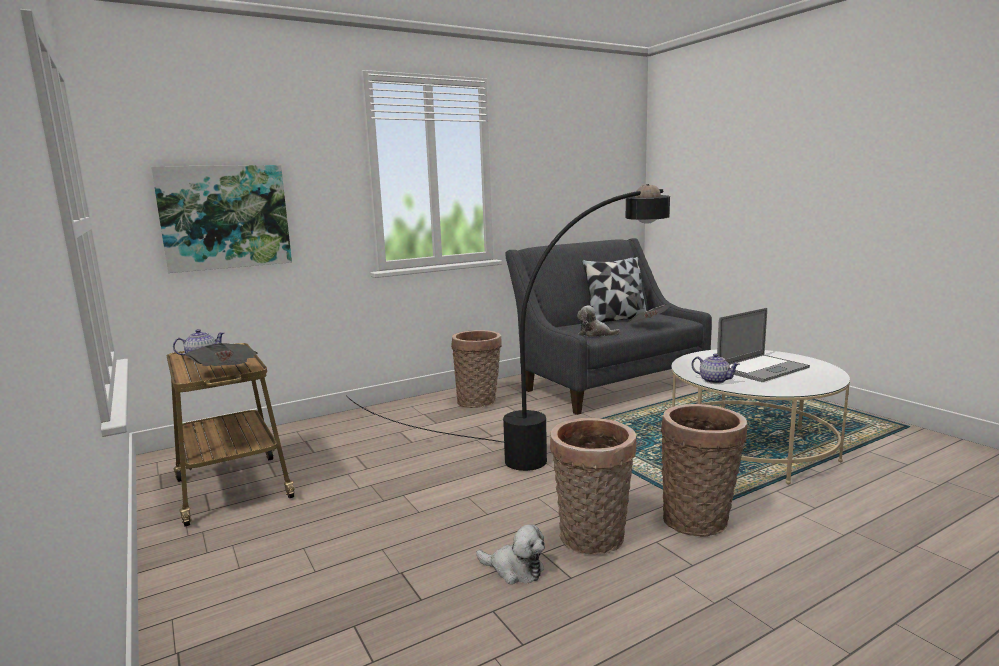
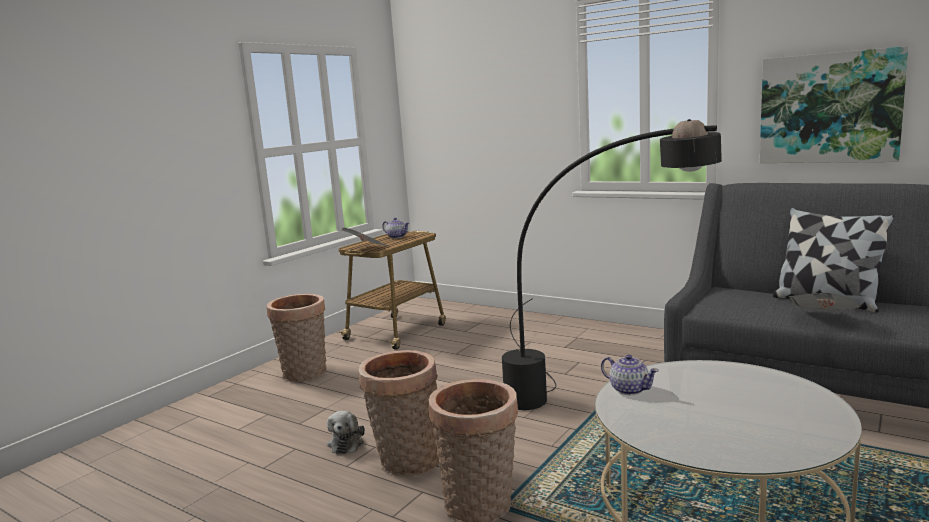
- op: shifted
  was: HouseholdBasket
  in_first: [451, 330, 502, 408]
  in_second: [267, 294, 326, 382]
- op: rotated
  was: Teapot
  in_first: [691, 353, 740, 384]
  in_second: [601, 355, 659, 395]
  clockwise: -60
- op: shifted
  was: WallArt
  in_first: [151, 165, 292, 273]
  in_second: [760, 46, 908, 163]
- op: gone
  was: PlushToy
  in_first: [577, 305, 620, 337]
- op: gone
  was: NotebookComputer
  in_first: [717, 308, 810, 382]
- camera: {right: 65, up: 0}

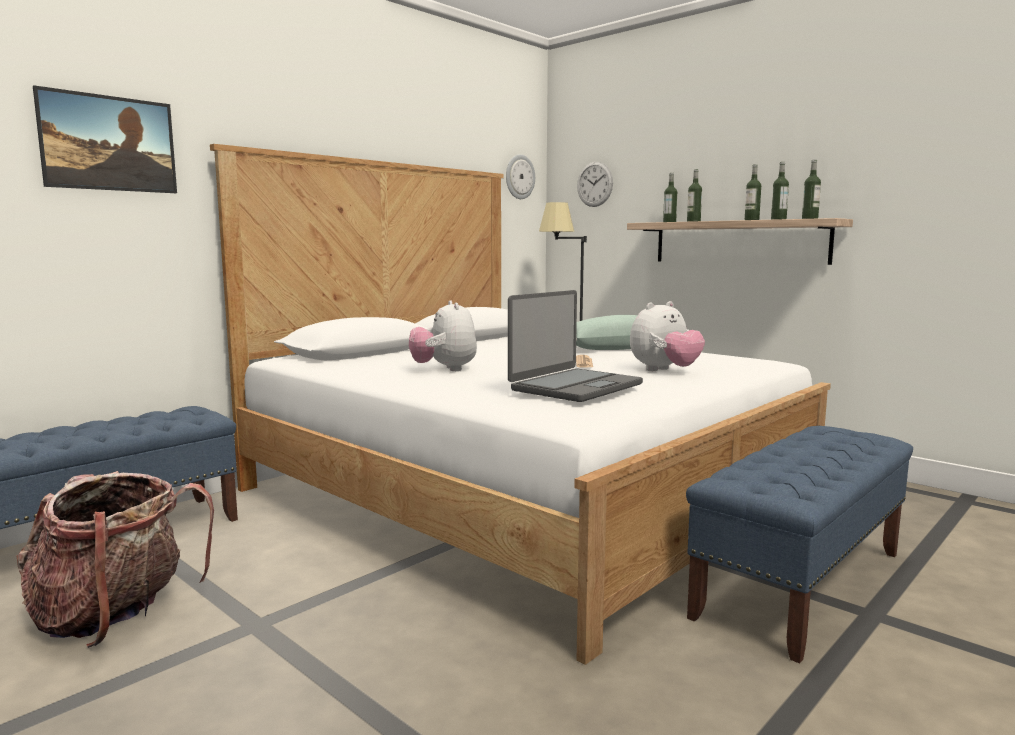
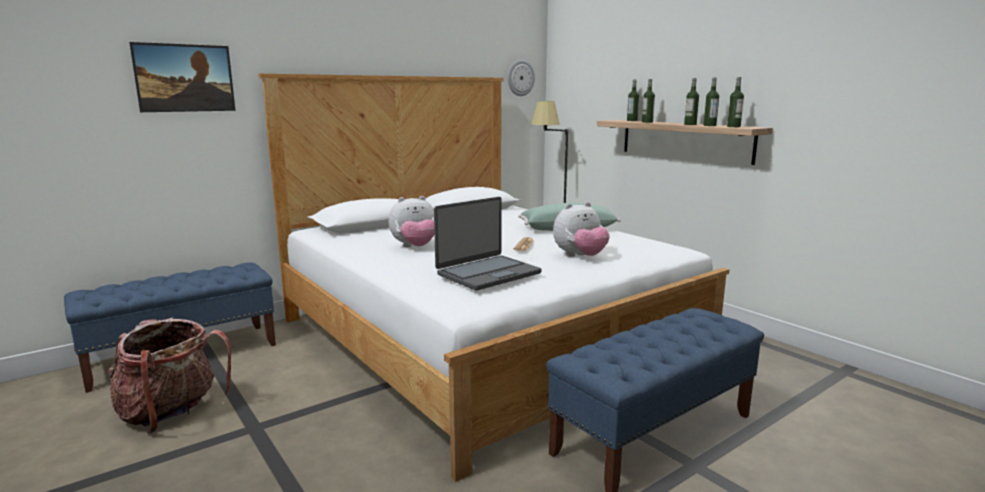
- op: rotated
  was: PlushToy
  in_first: [409, 300, 477, 371]
  in_second: [389, 196, 435, 247]
  clockwise: -105
- op: gone
  was: ClockOnTheWall
  in_first: [577, 162, 613, 207]
- camera: {right: 10, up: 5}

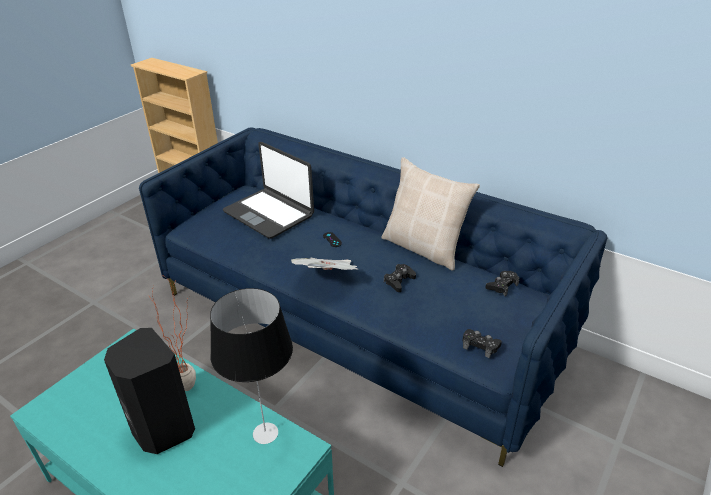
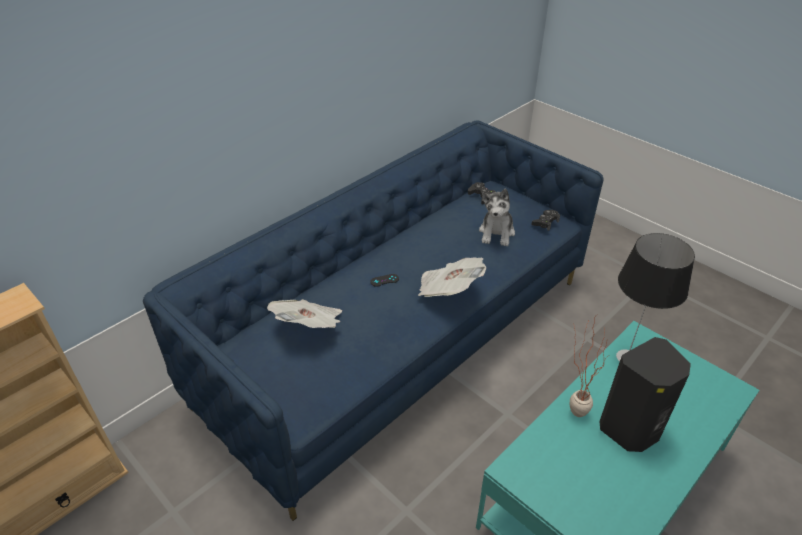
- op: swapped
  was: NotebookComputer
  now: DailyPaper
  in_first: [222, 142, 314, 239]
  in_second: [267, 299, 342, 328]
- op: new
  now: PlushToy
  in_second: [479, 189, 515, 246]
- op: gone
  was: BeigeColouredThrowPillow
  in_first: [381, 157, 480, 271]
- op: gone
  was: BlackColouredJoypad
  in_first: [384, 264, 416, 292]
- camera: {right: -80, up: 5}

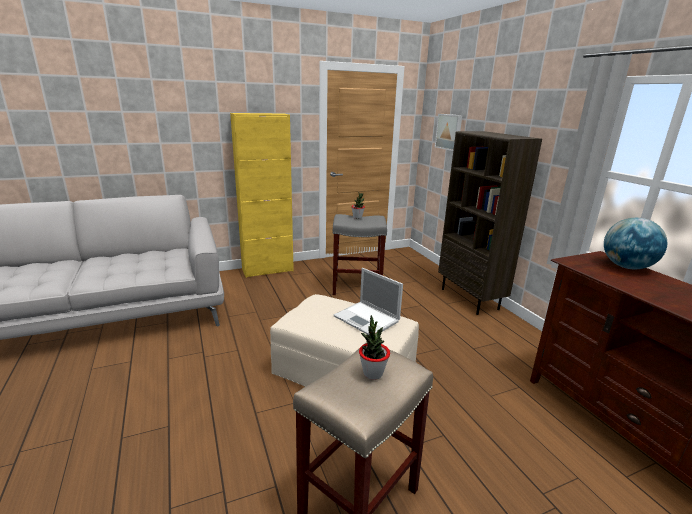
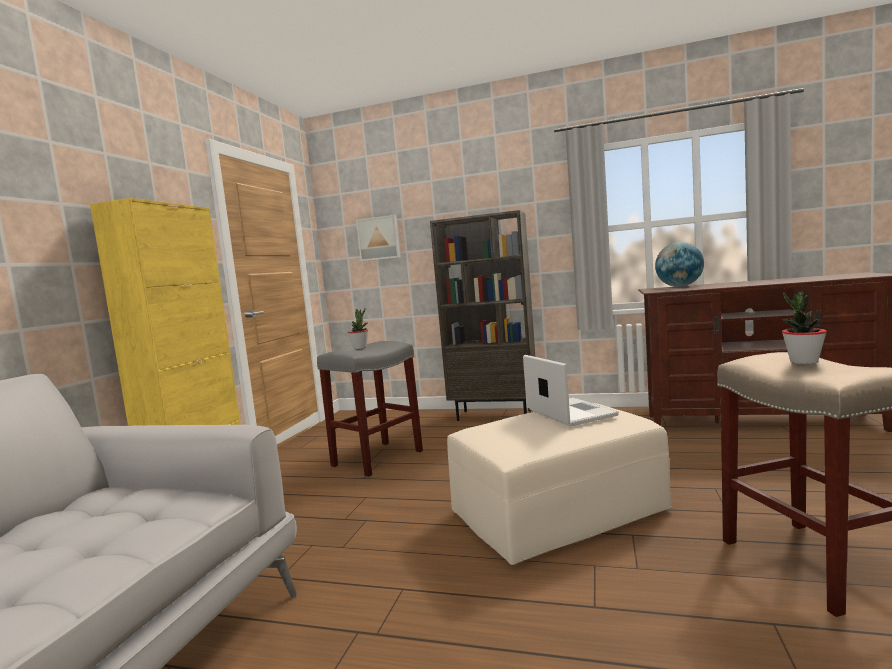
- op: rotated
  was: NotebookComputer
  in_first: [334, 268, 403, 335]
  in_second: [523, 355, 619, 427]
  clockwise: -105
- camera: {right: -50, up: -15}

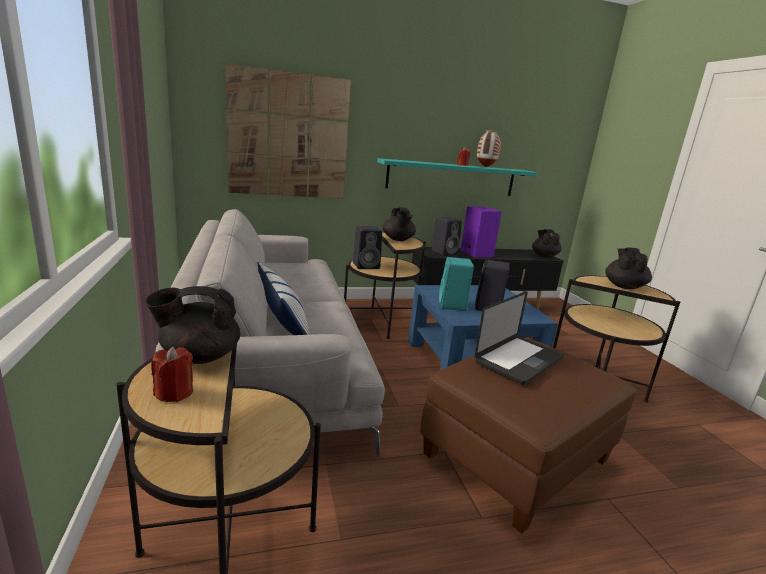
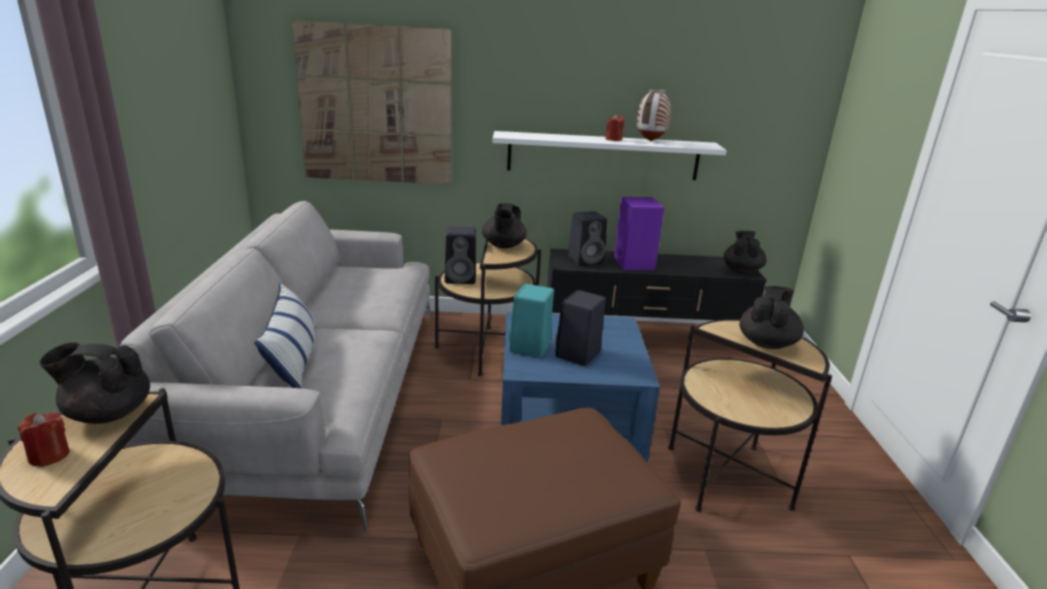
- op: repainted
  was: TurquoiseColouredWallShelf
  now: WhiteWallShelf
  in_first: [377, 158, 537, 196]
  in_second: [493, 131, 727, 180]
- op: gone
  was: NotebookComputer
  in_first: [474, 291, 564, 385]
- camera: {right: 15, up: 5}

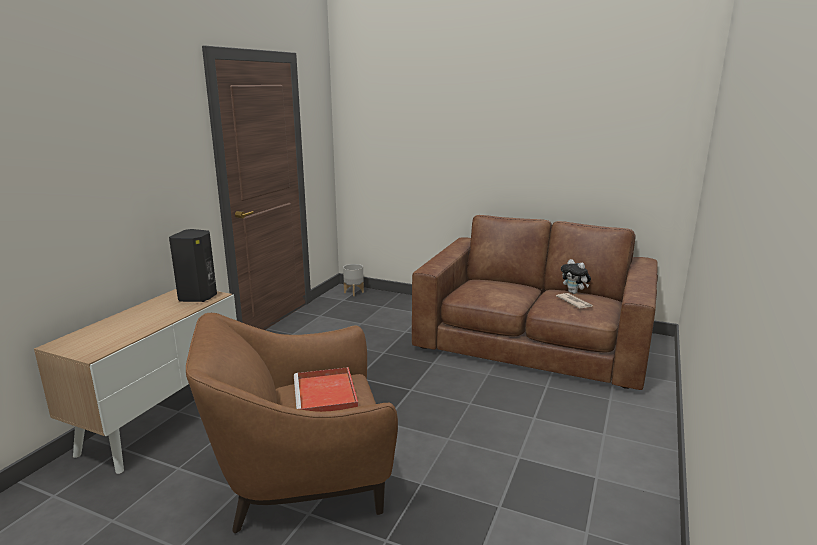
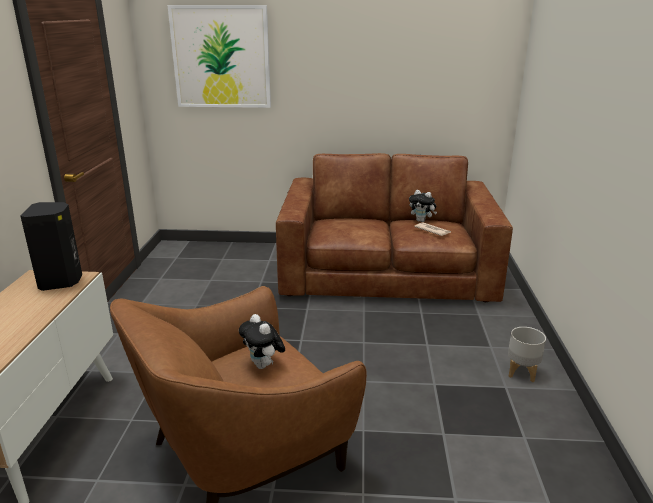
- op: new
  now: WallArt
  in_second: [168, 5, 271, 108]
- op: swapped
  was: RedCarryingTray
  now: PlushToy
  in_first: [294, 367, 358, 412]
  in_second: [239, 314, 285, 369]
- op: shifted
  was: GrayPlanter
  in_first: [343, 264, 364, 296]
  in_second: [508, 327, 546, 382]
- camera: {right: -20, up: 5}

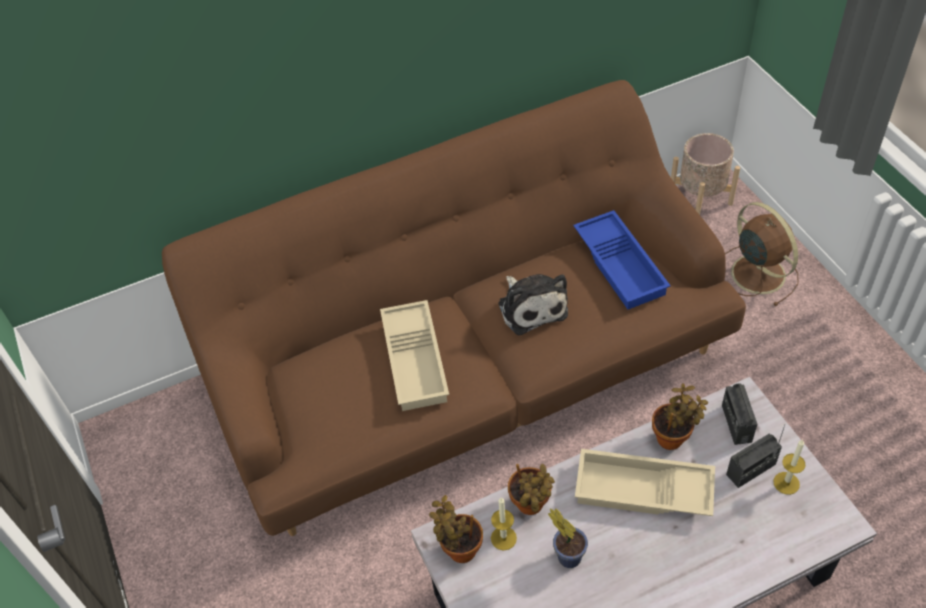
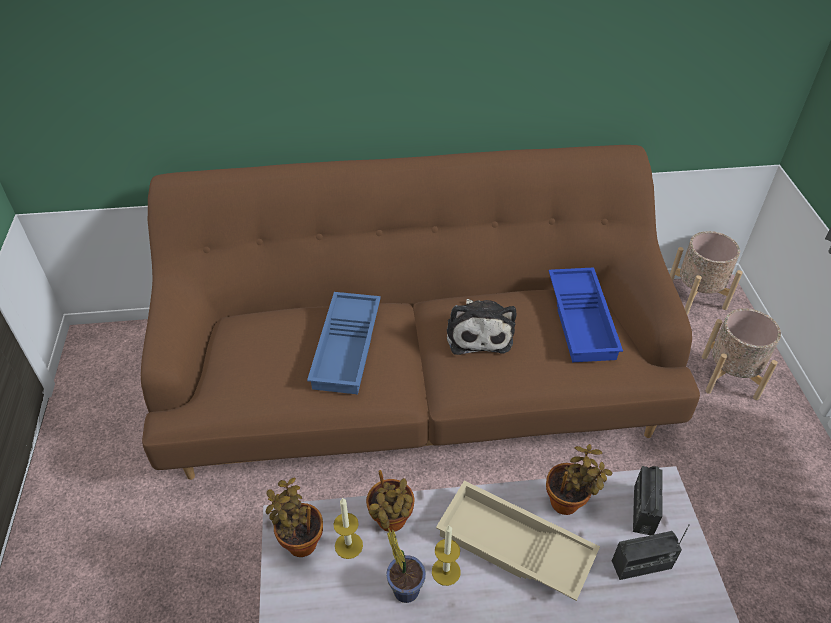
- op: repainted
  was: BeigeColouredCarryingTray
  now: BluishCarryingTray
  in_first: [380, 300, 449, 411]
  in_second: [307, 292, 381, 394]
- op: shifted
  was: WaxCandle
  in_first: [774, 440, 805, 495]
  in_second: [432, 525, 460, 586]
- op: swapped
  was: BrownColouredCoolingFan
  now: BeigeColouredPlanter
  in_first: [725, 202, 799, 306]
  in_second: [702, 308, 781, 400]
- camera: {right: 15, up: -5}

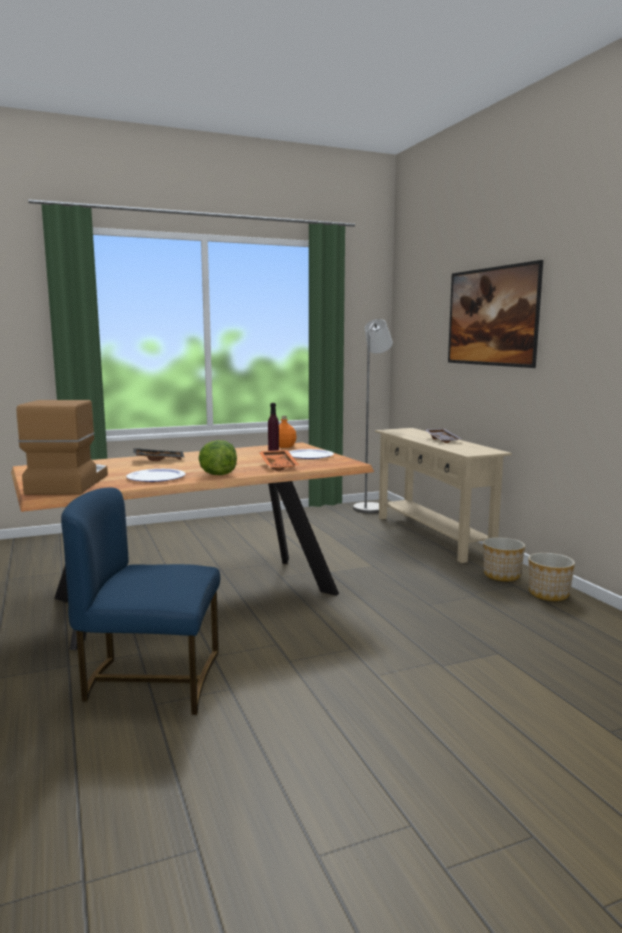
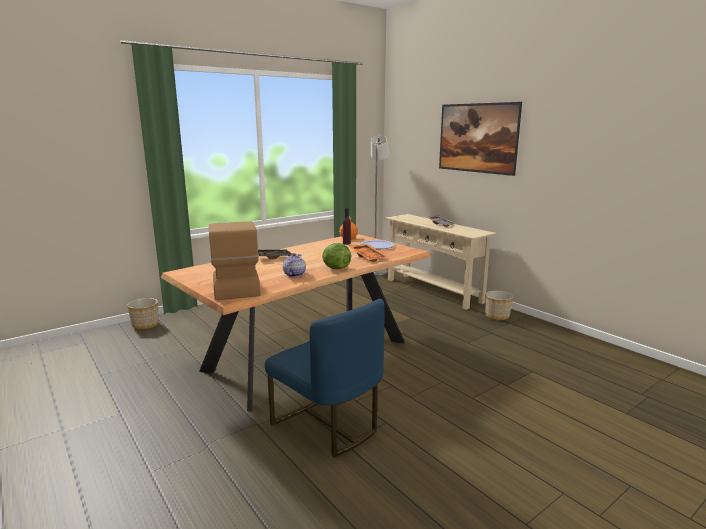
- op: shifted
  was: Planter
  in_first: [529, 553, 575, 601]
  in_second: [127, 298, 159, 330]
- op: rotated
  was: BluishUprightChair
  in_first: [61, 488, 220, 715]
  in_second: [265, 299, 384, 457]
  clockwise: -120
- op: swapped
  was: DinnerPlate
  now: Teapot
  in_first: [126, 469, 186, 482]
  in_second: [283, 253, 306, 277]
- camera: {right: -15, up: 5}

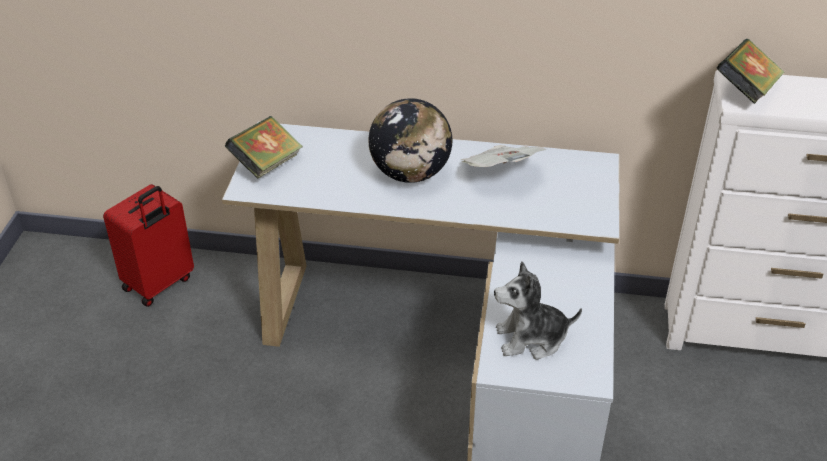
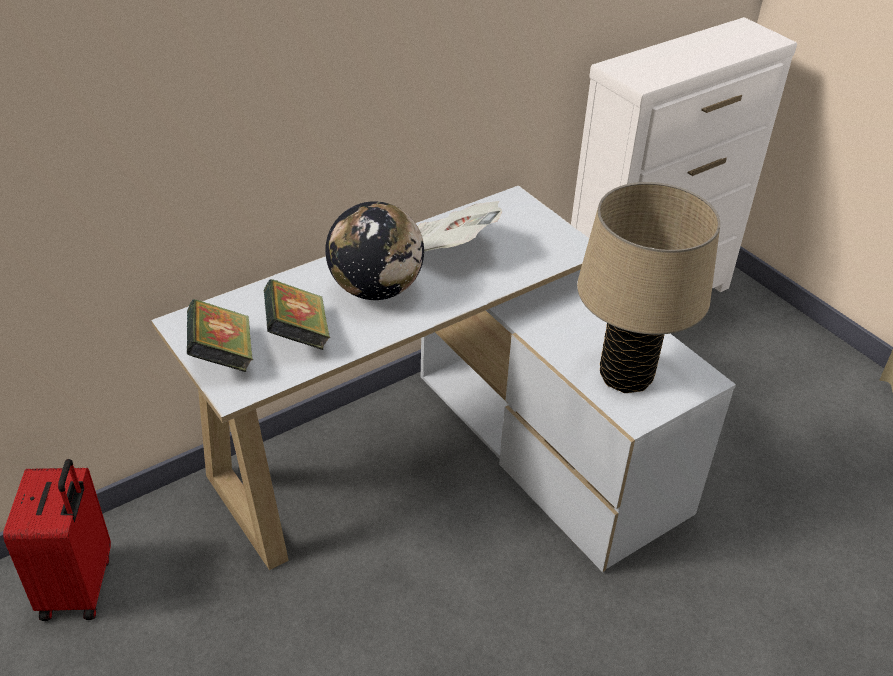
- op: shifted
  was: Volume
  in_first: [717, 39, 784, 104]
  in_second: [264, 279, 330, 350]
- op: swapped
  was: PlushToy
  now: BeigeColouredTableLamp
  in_first: [494, 261, 582, 360]
  in_second: [577, 182, 720, 393]
- camera: {right: -45, up: 0}

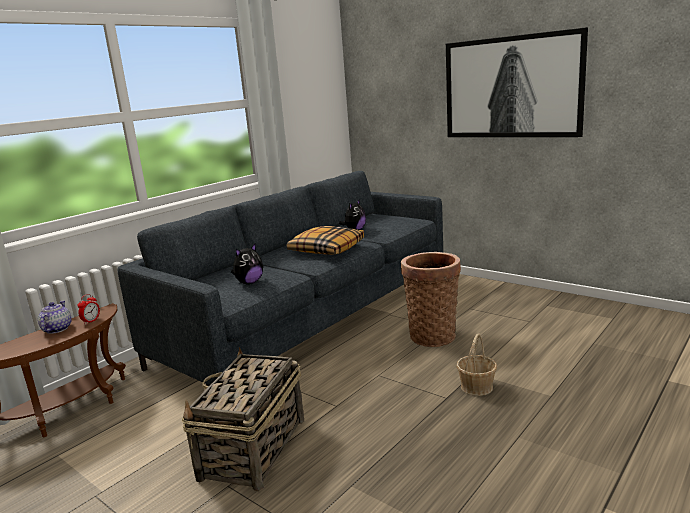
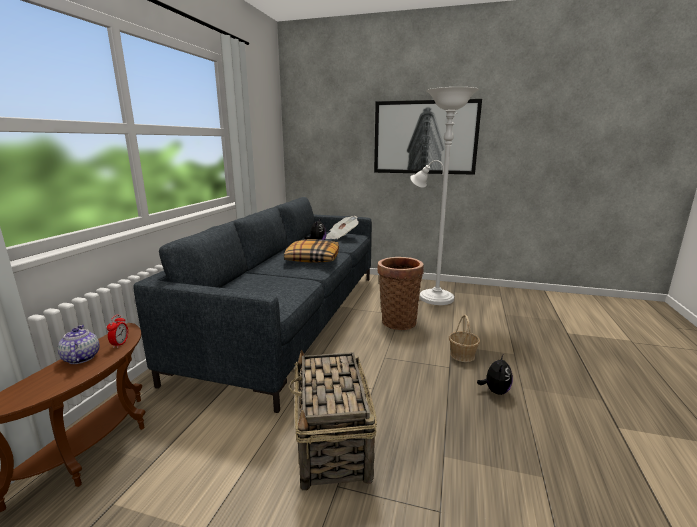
- op: new
  now: DailyPaper
  in_second: [326, 216, 359, 239]
- op: new
  now: WhiteStandingLamp
  in_second: [410, 87, 479, 305]
- op: shifted
  was: PlushToy
  in_first: [231, 243, 263, 284]
  in_second: [477, 355, 513, 395]
- camera: {right: -25, up: 0}

